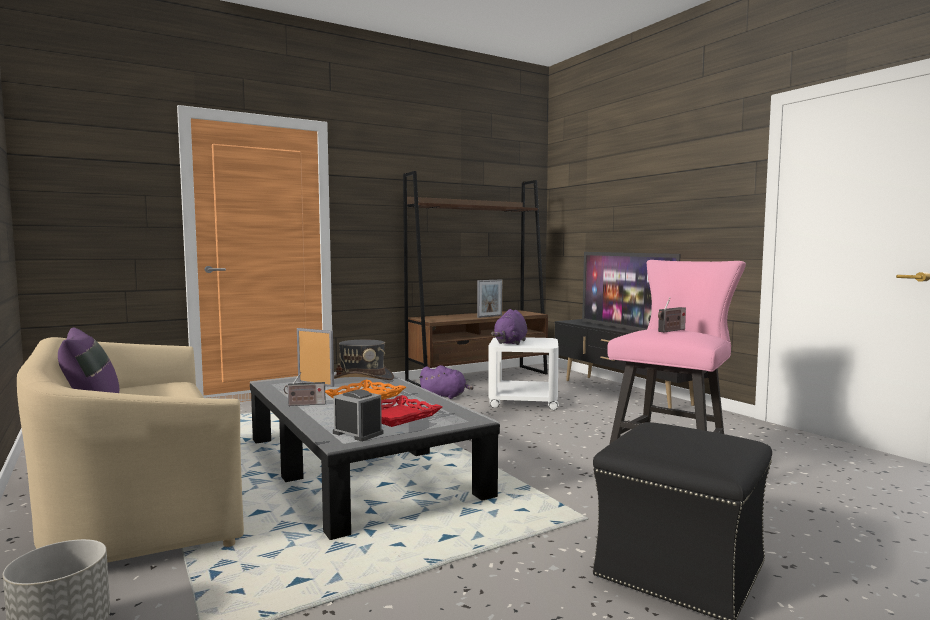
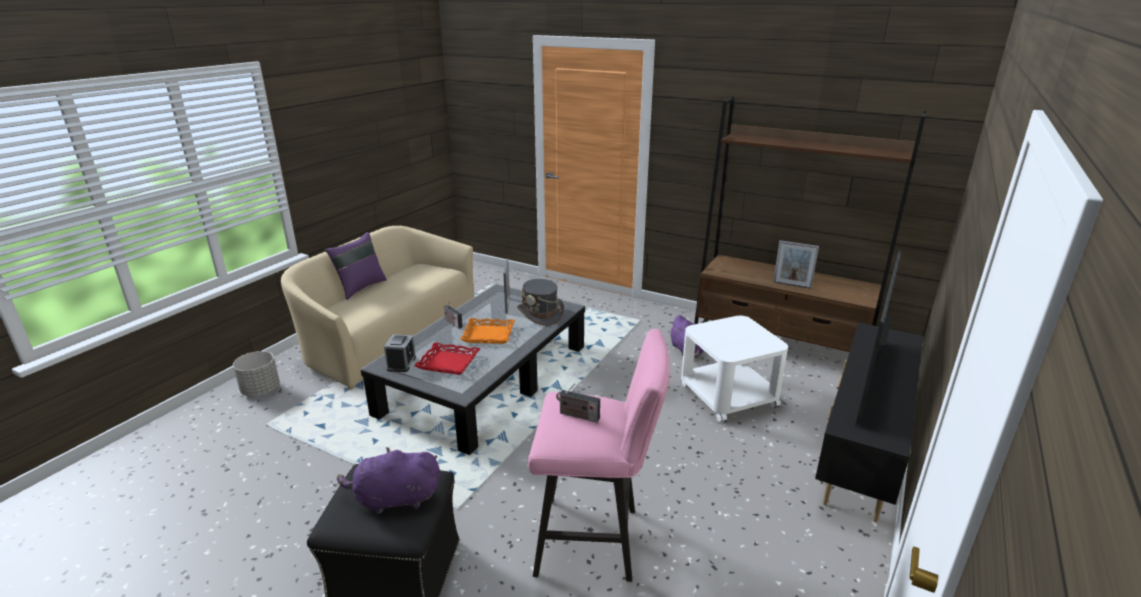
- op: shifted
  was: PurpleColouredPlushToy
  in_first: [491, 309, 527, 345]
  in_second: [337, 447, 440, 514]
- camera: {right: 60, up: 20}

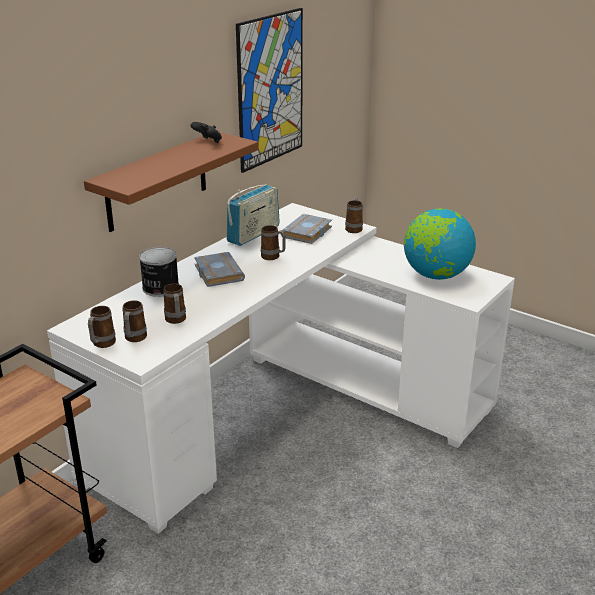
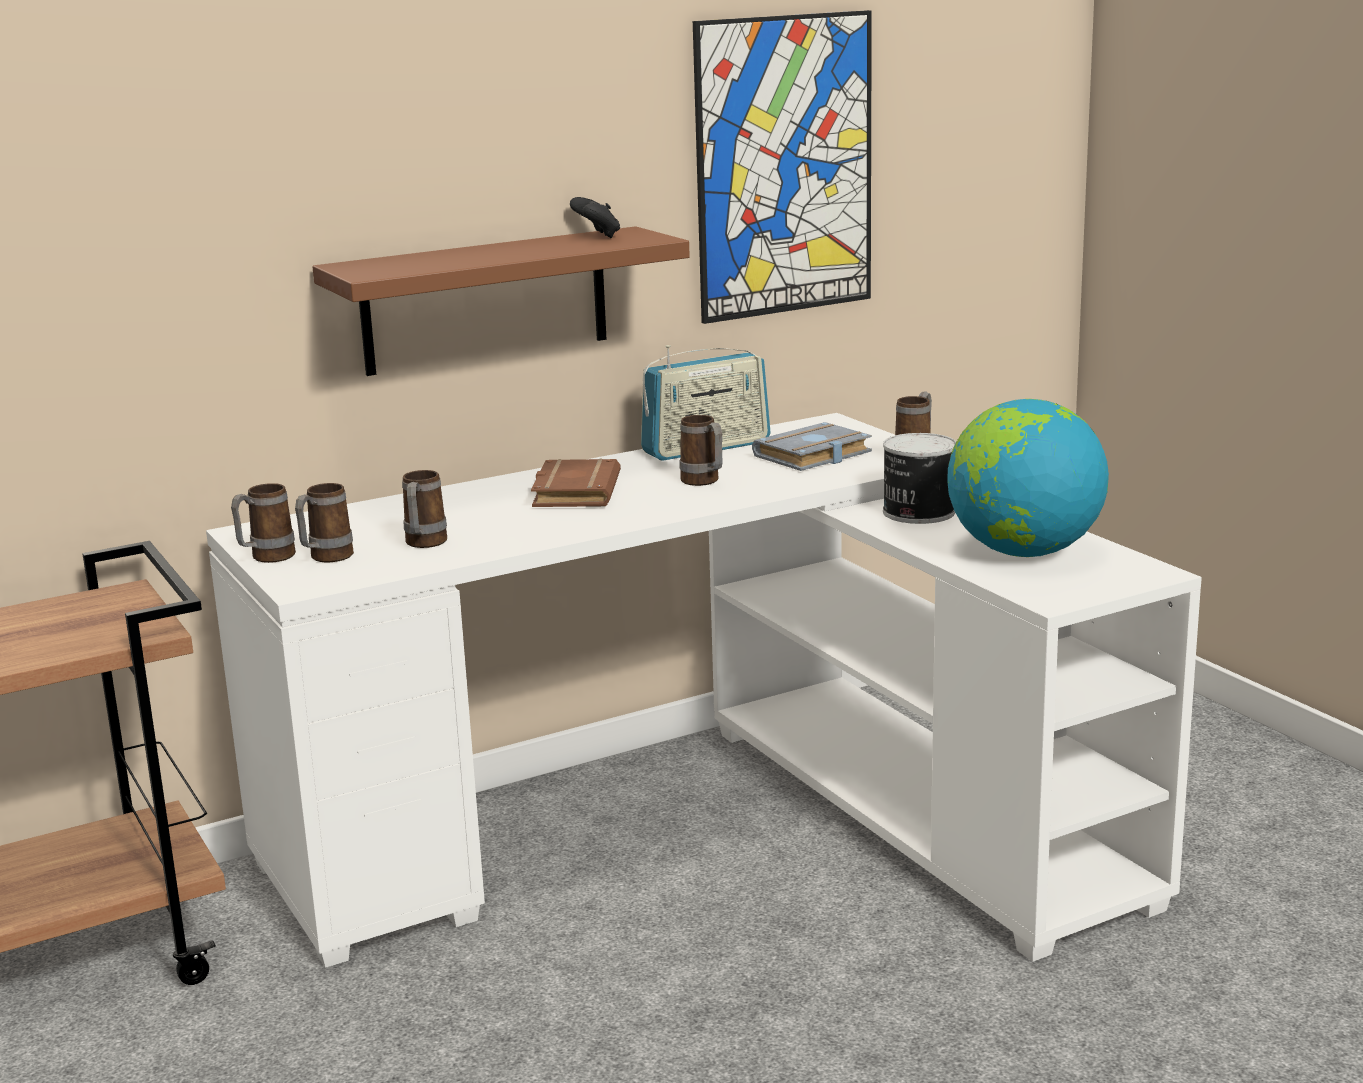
- op: repainted
  was: GrayVolume
  now: BrownColouredVolume
  in_first: [194, 252, 245, 287]
  in_second: [531, 458, 621, 507]
- op: shifted
  was: SealedCan
  in_first: [139, 247, 179, 297]
  in_second: [883, 433, 956, 524]
- camera: {right: 25, up: -10}

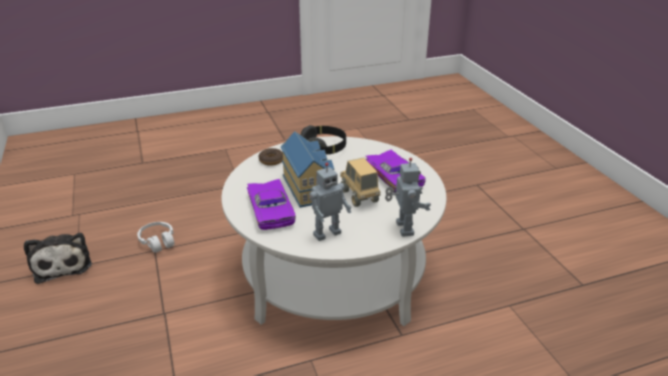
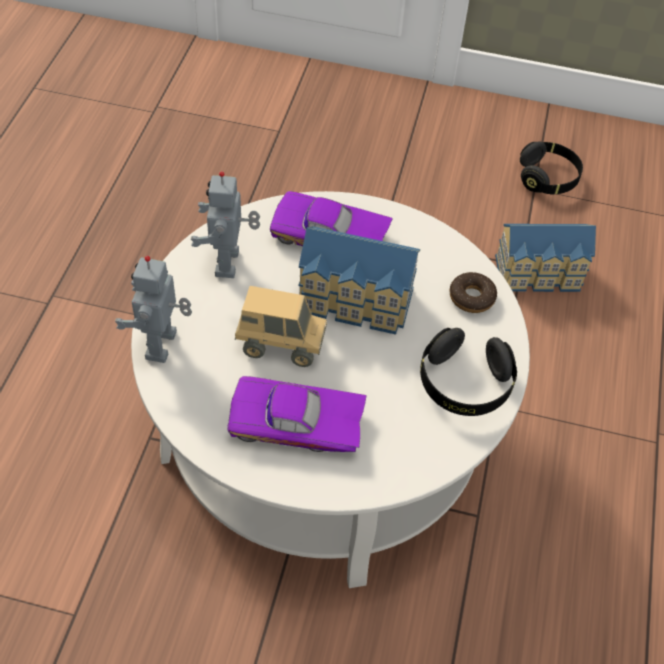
- op: rotated
  was: ToyRobot
  in_first: [385, 158, 431, 237]
  in_second: [115, 256, 192, 363]
  clockwise: 75
- op: swapped
  was: WhiteHeadset
  now: ModelHouse
  in_first: [137, 222, 175, 252]
  in_second: [495, 224, 596, 292]
- op: swapped
  was: PlushToy
  now: BlackColouredHeadset
  in_first: [24, 233, 92, 284]
  in_second: [520, 141, 583, 194]
- camera: {right: 120, up: 20}

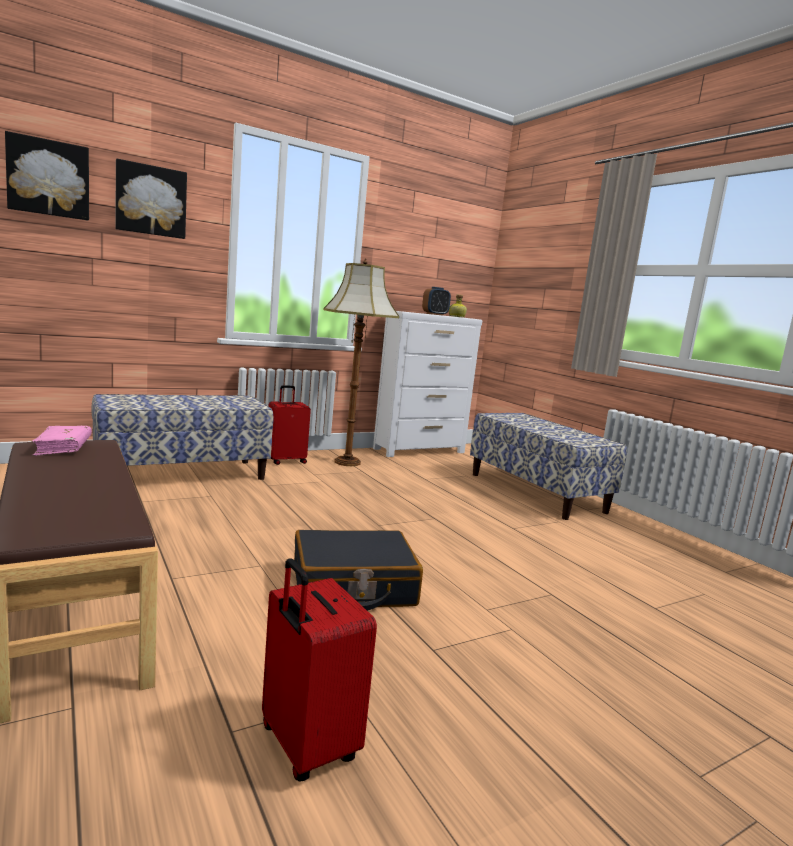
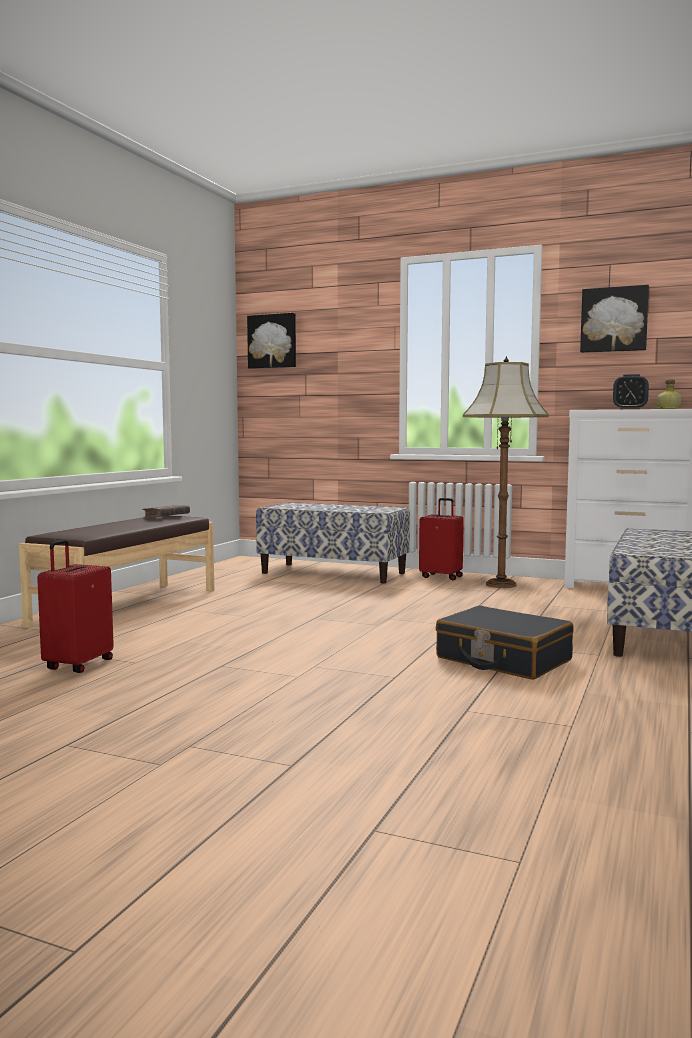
- op: repainted
  was: PinkColouredVolume
  now: BrownColouredVolume
  in_first: [31, 426, 92, 456]
  in_second: [142, 505, 190, 519]
- op: shifted
  was: BlackColouredSuitcase
  in_first: [294, 530, 423, 611]
  in_second: [436, 605, 574, 680]
- op: shifted
  was: WallArt
  in_first: [115, 159, 187, 239]
  in_second: [580, 285, 649, 353]
- camera: {right: 55, up: -5}

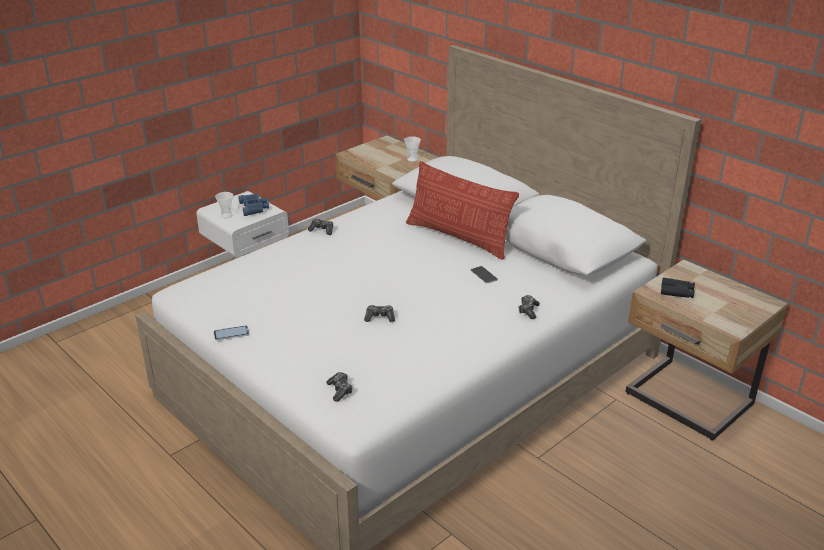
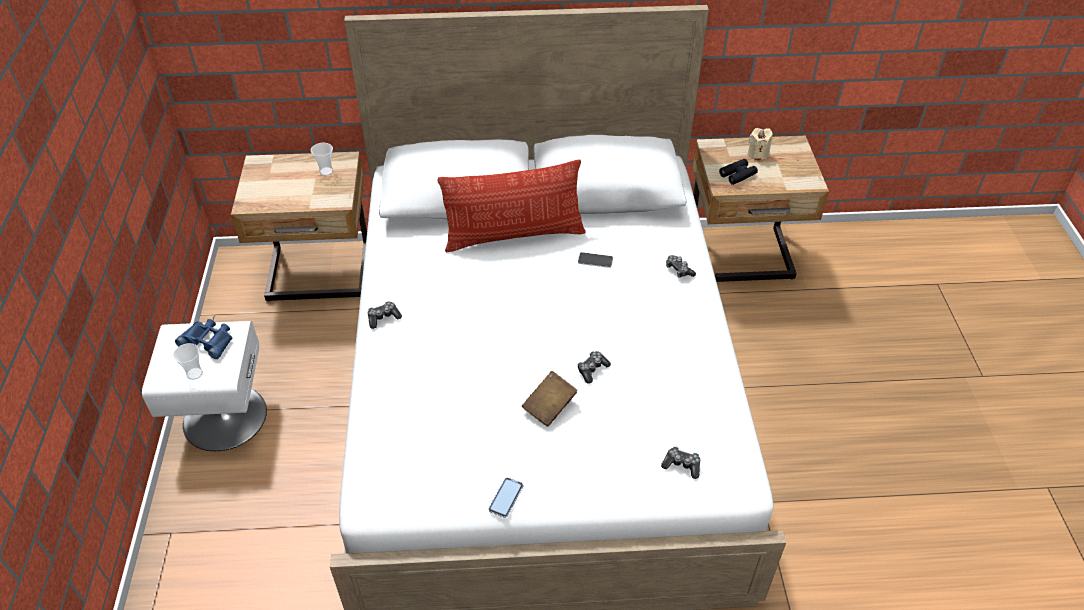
- op: new
  now: BrownColouredVolume
  in_second: [522, 371, 577, 427]
- op: new
  now: BeigeColouredWaxCandle
  in_second: [748, 128, 773, 160]
- camera: {right: -50, up: 15}

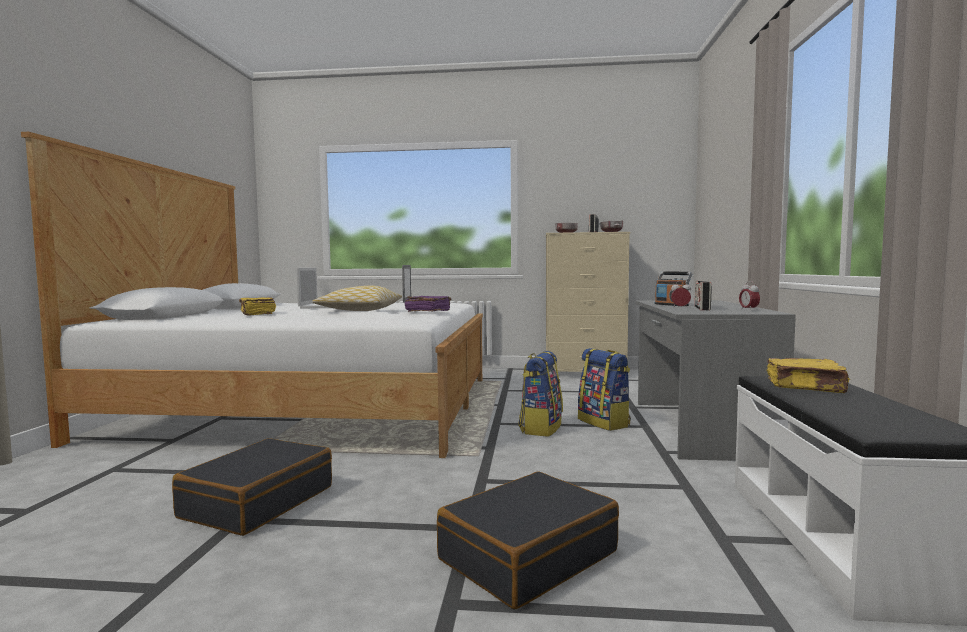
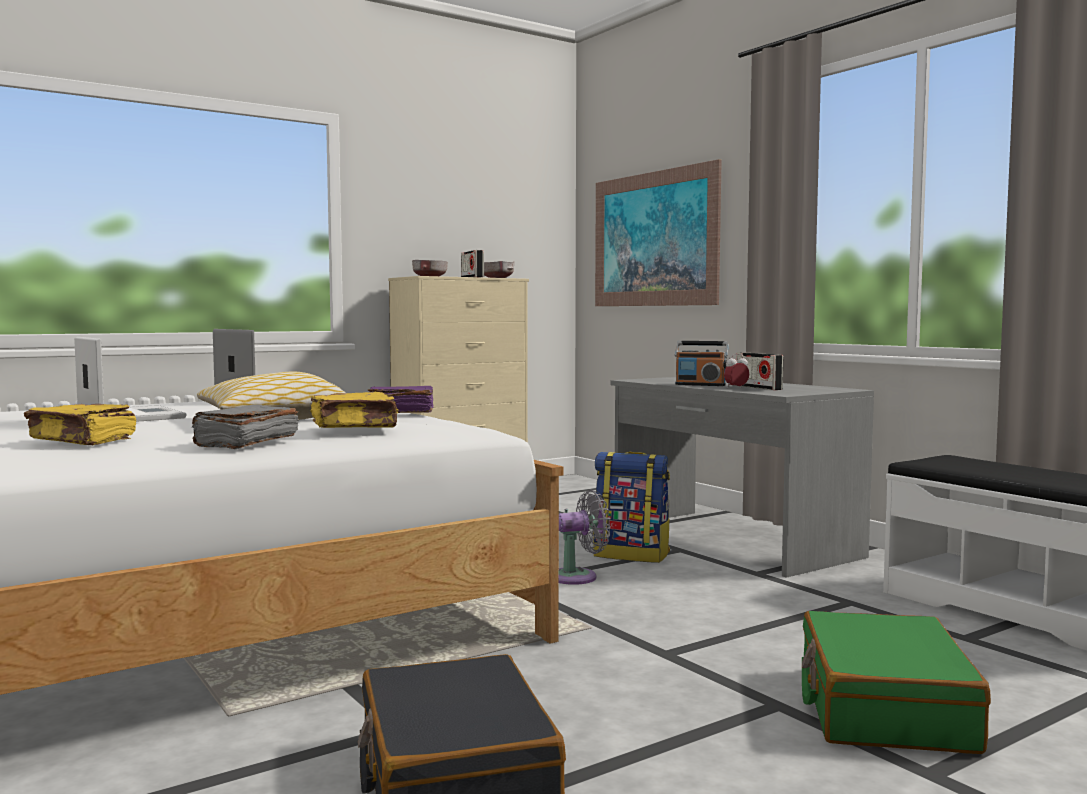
- op: new
  now: GrayVolume
  in_second: [191, 404, 299, 449]
- op: shifted
  was: YellowishVolume
  in_first: [767, 358, 850, 393]
  in_second: [310, 392, 399, 428]
- op: swapped
  was: Knapsack
  now: GrayCoolingFan
  in_first: [518, 351, 563, 437]
  in_second: [559, 490, 611, 585]
- op: new
  now: WallArt
  in_second: [595, 159, 722, 306]
- op: repainted
  was: BlackColouredSuitcase
  now: GreenSuitcase
  in_first: [437, 471, 619, 609]
  in_second: [802, 611, 991, 754]
- op: gone
  was: AlarmClock
  in_first: [739, 281, 760, 311]
- camera: {right: -40, up: 0}

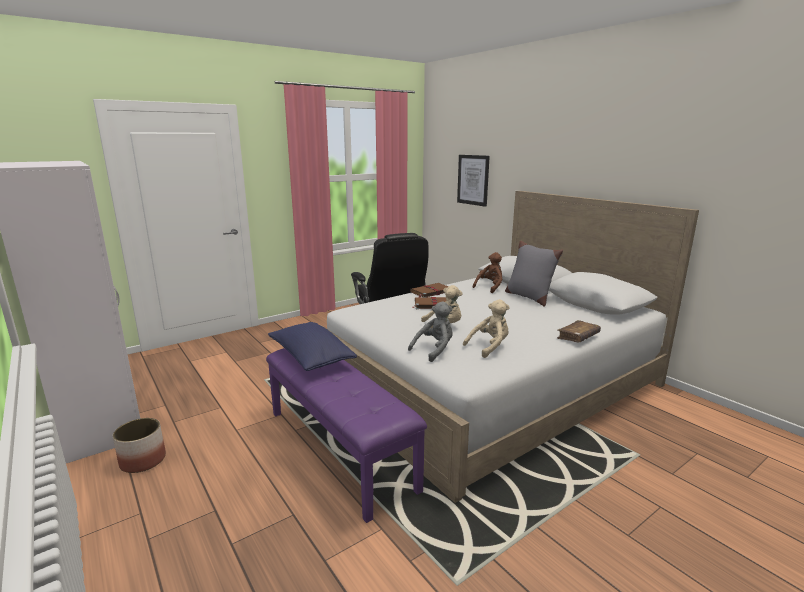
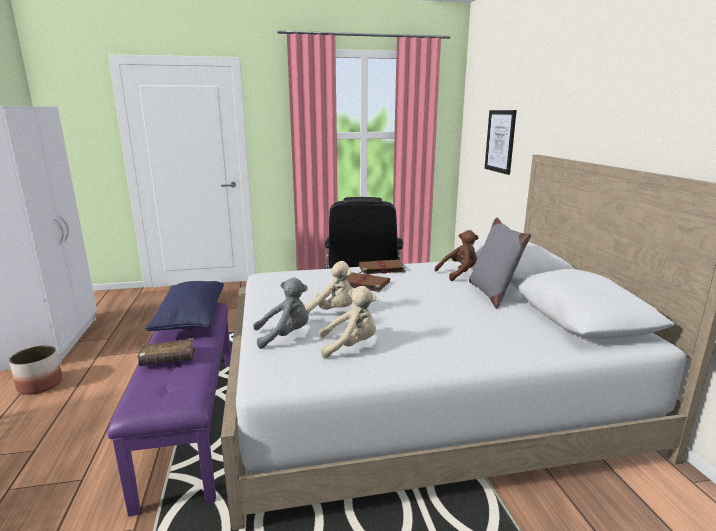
- op: shifted
  was: BrownColouredVolume
  in_first: [557, 320, 601, 342]
  in_second: [137, 338, 195, 366]
- camera: {right: 25, up: 0}

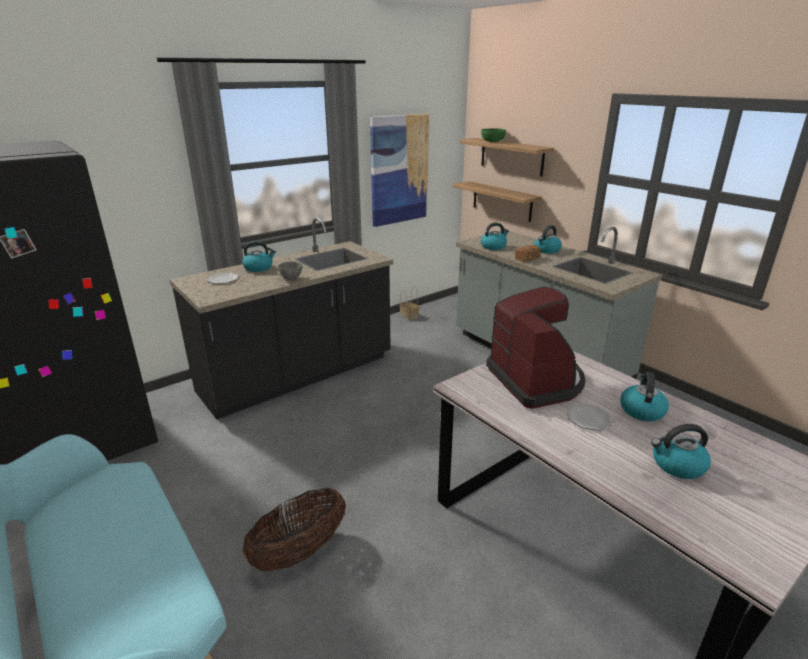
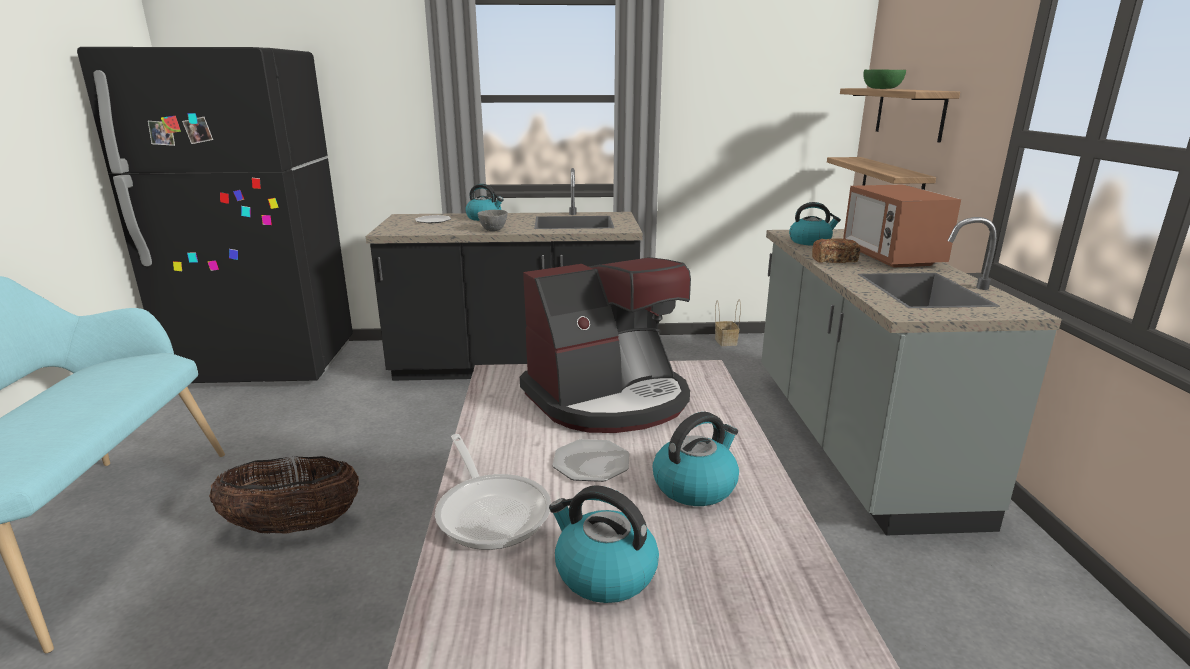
- op: new
  now: Skillet
  in_second: [435, 434, 551, 550]
- op: rotated
  was: CoffeeMaker
  in_first: [486, 287, 585, 409]
  in_second: [520, 257, 691, 433]
  clockwise: 45
- op: swapped
  was: Kettle
  now: MicrowaveOven
  in_first: [534, 225, 562, 254]
  in_second: [843, 184, 961, 268]
- op: gone
  was: WallArt
  in_first: [370, 114, 429, 227]
- camera: {right: 35, up: -5}

